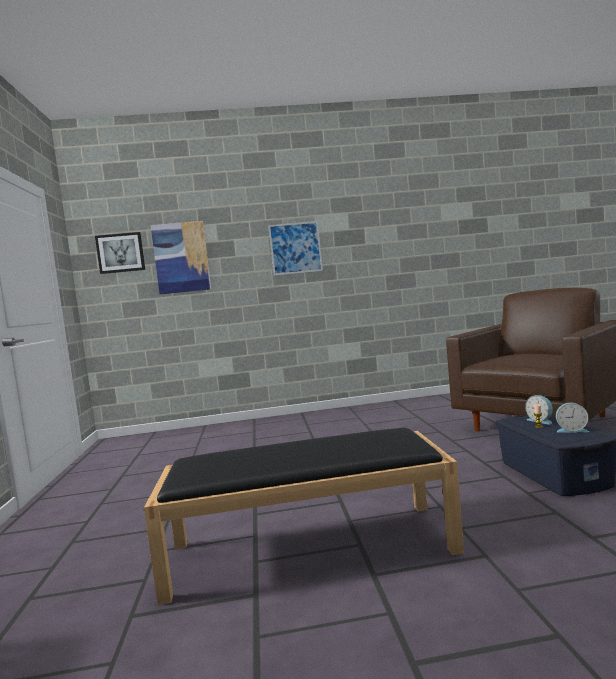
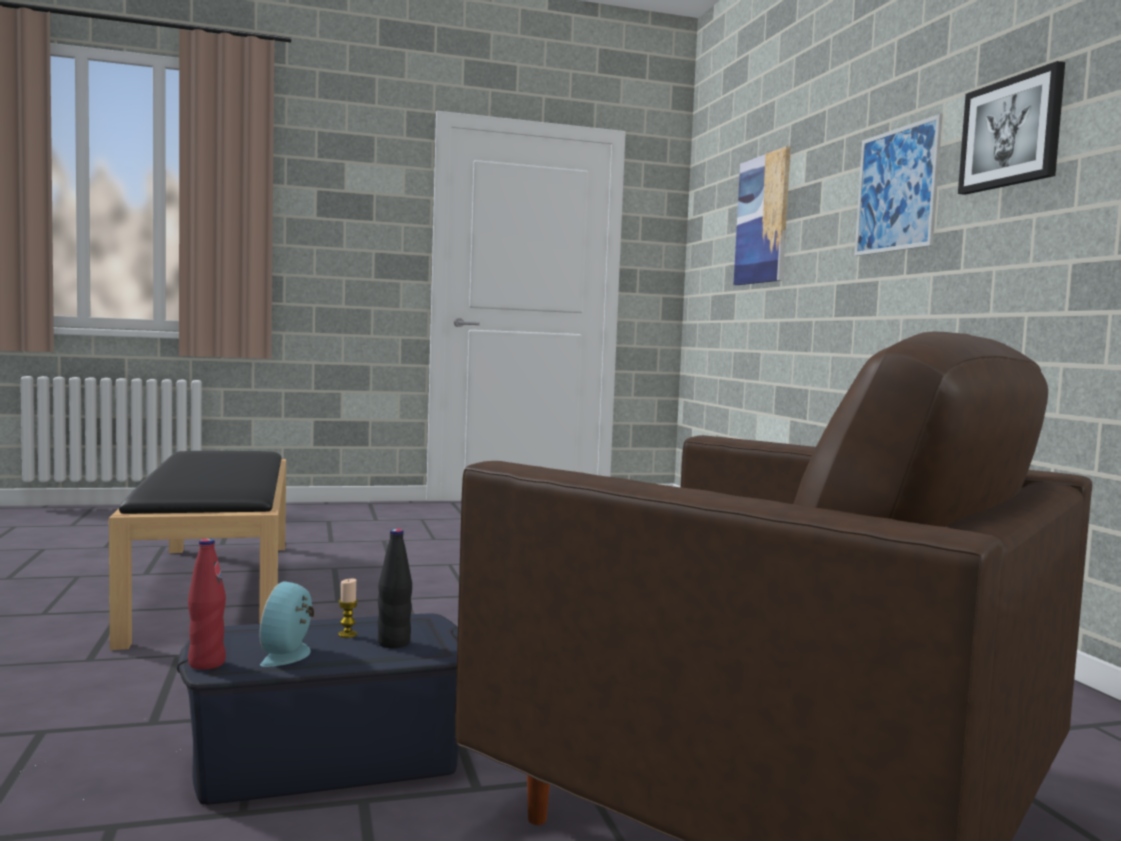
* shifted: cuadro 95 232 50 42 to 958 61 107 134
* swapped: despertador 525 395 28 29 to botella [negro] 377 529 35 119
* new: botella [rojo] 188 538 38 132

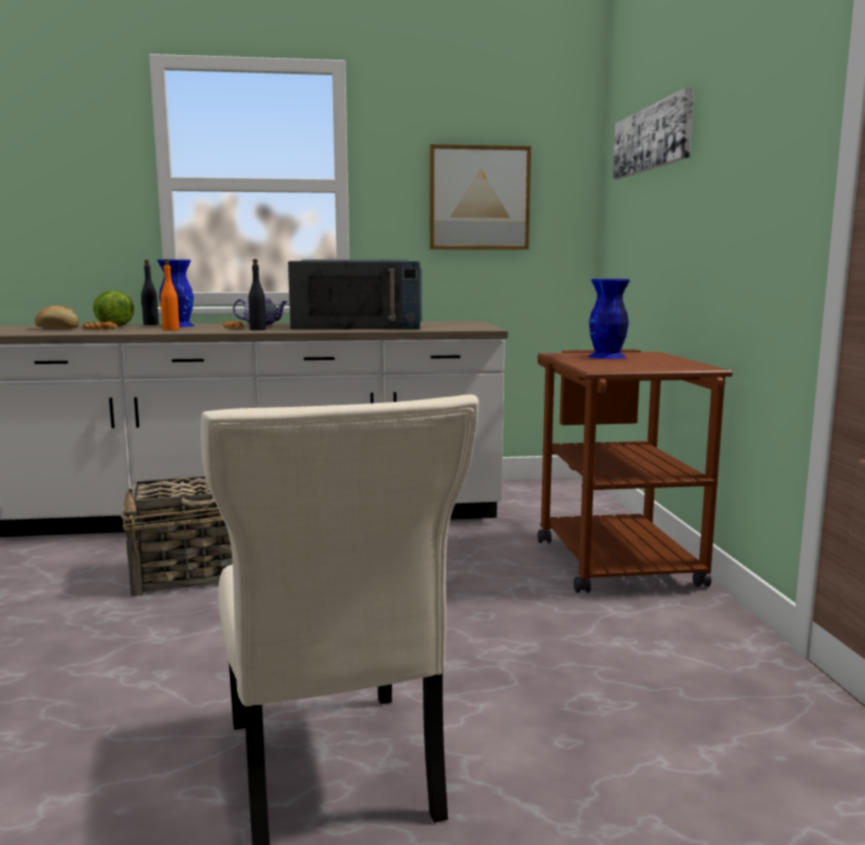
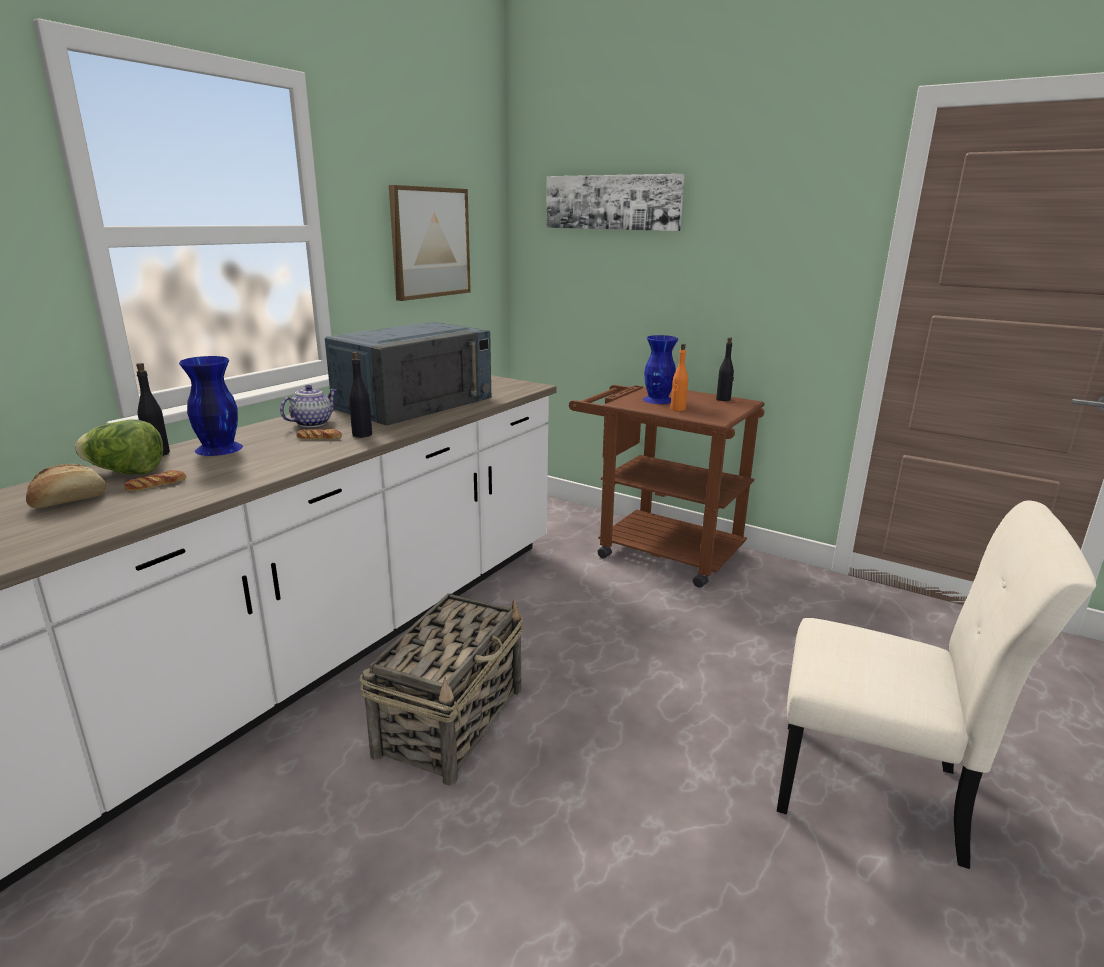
* shifted: botella [naranja] 160 259 20 72 to 671 344 17 67
* new: botella [negro] 716 337 18 64

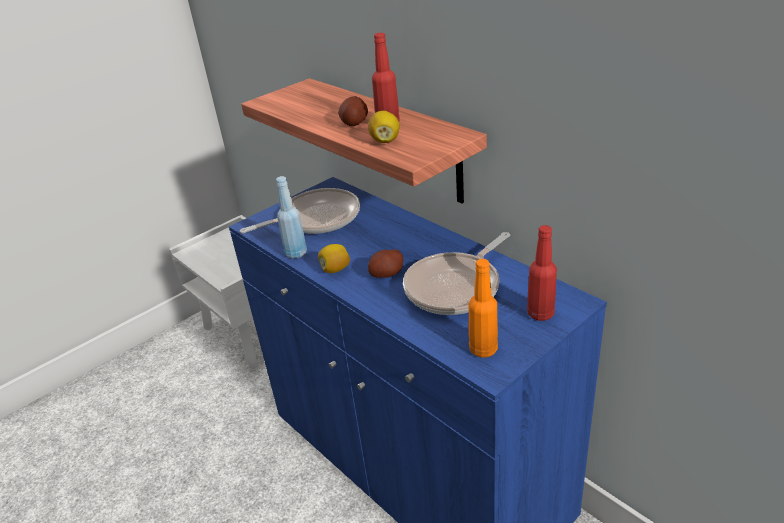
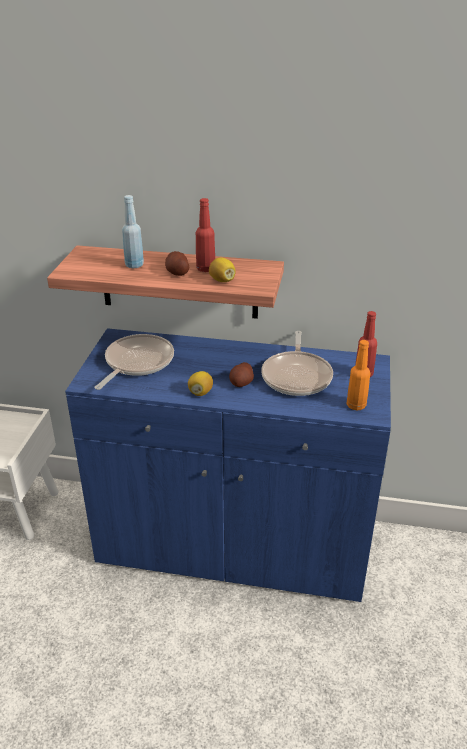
* shifted: botella [azul] 276 176 31 83 to 122 195 22 73

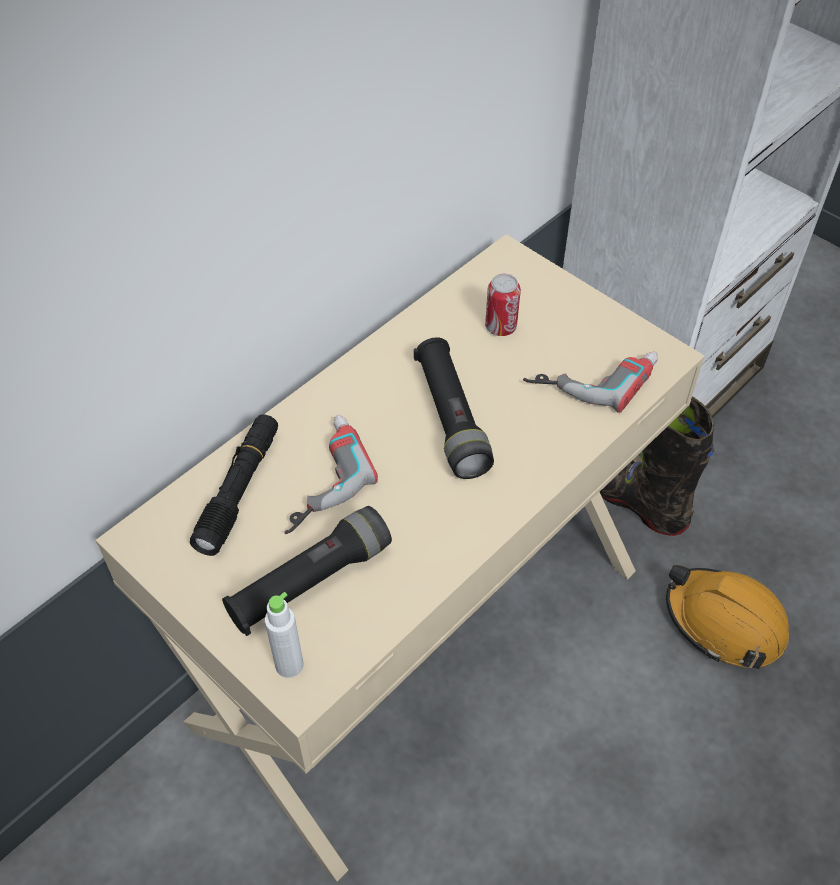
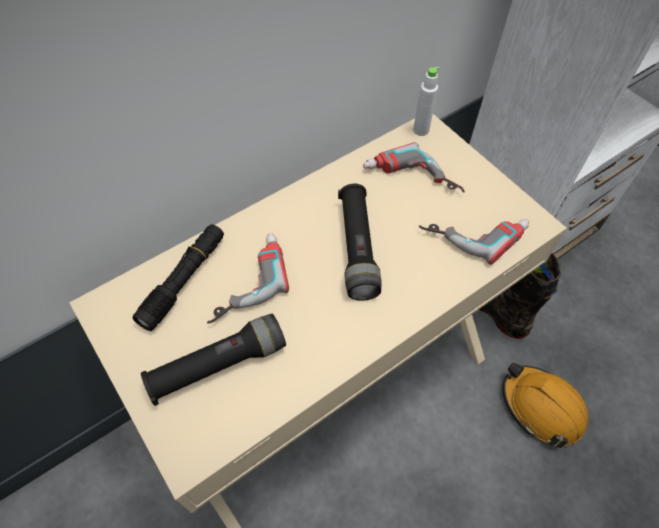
* shifted: botella [blanco] 265 592 38 86 to 413 66 26 70
* swapped: lata 485 274 36 62 to taladro 363 142 102 50

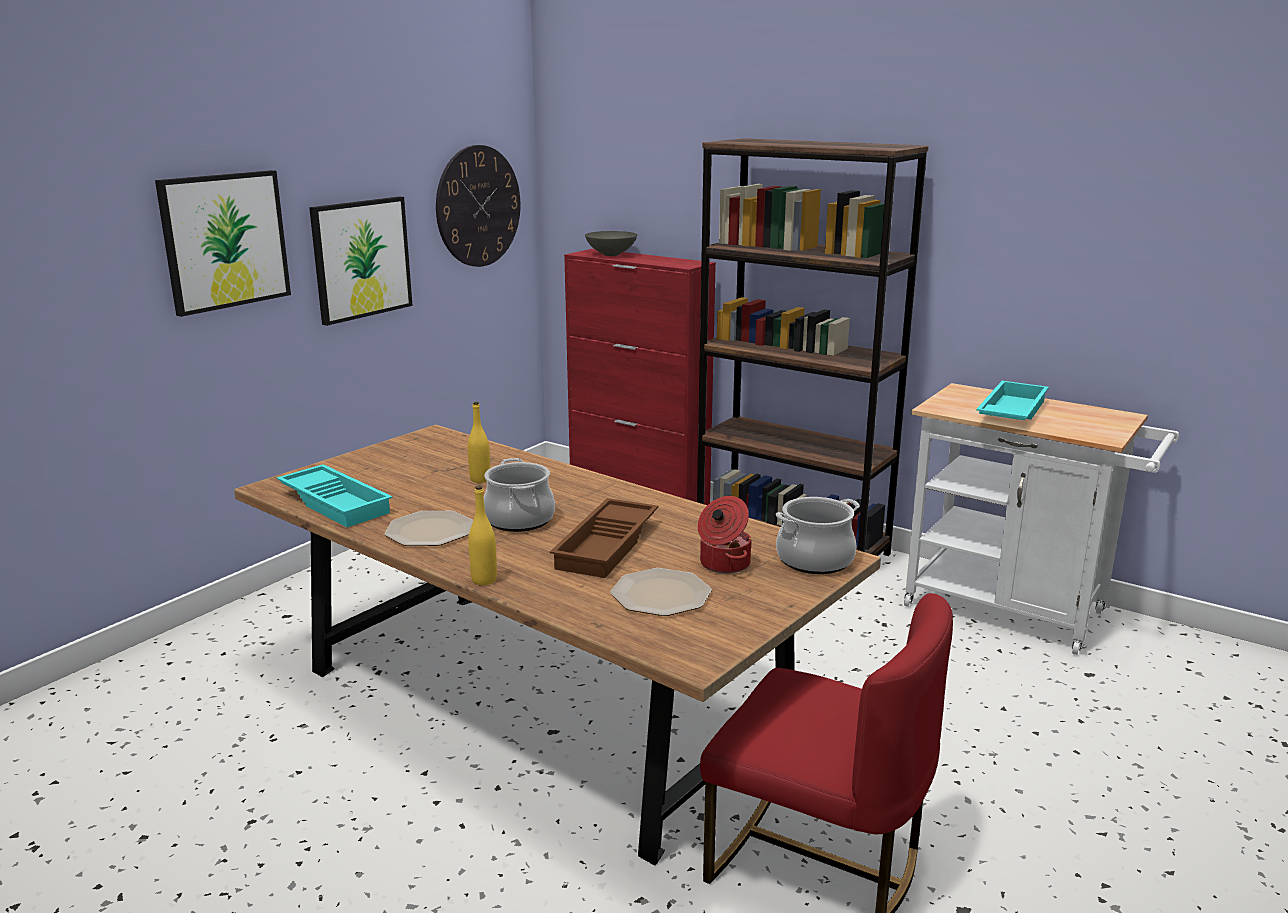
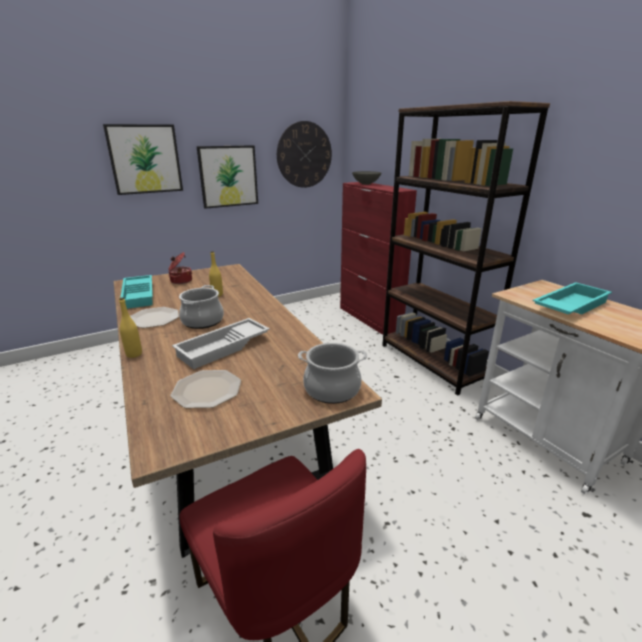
* repainted: bandeja [marrón] 550 498 108 80 to bandeja [blanco] 172 318 98 51
* shifted: olla 697 496 54 78 to 168 252 24 32

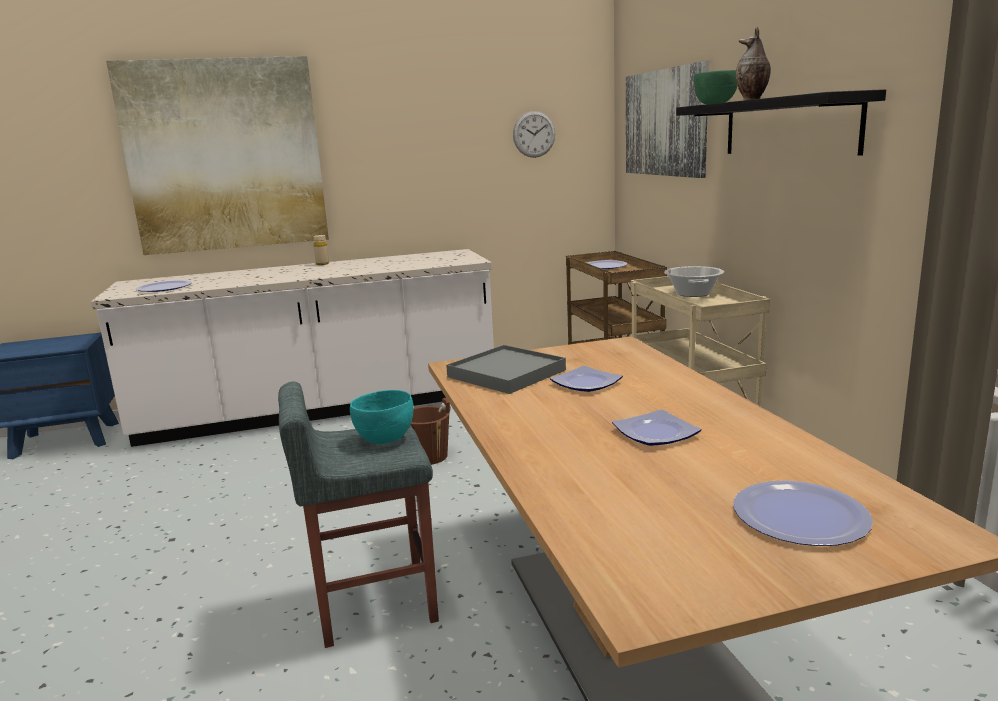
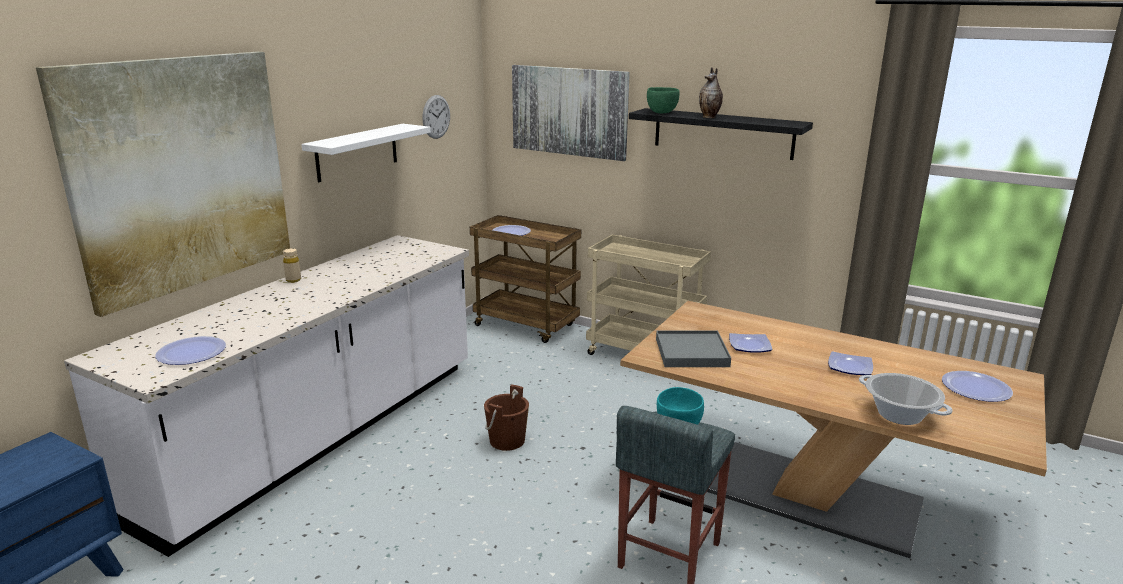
* shifted: olla 664 266 60 31 to 859 373 94 52
* new: estante [blanco] 301 124 130 58

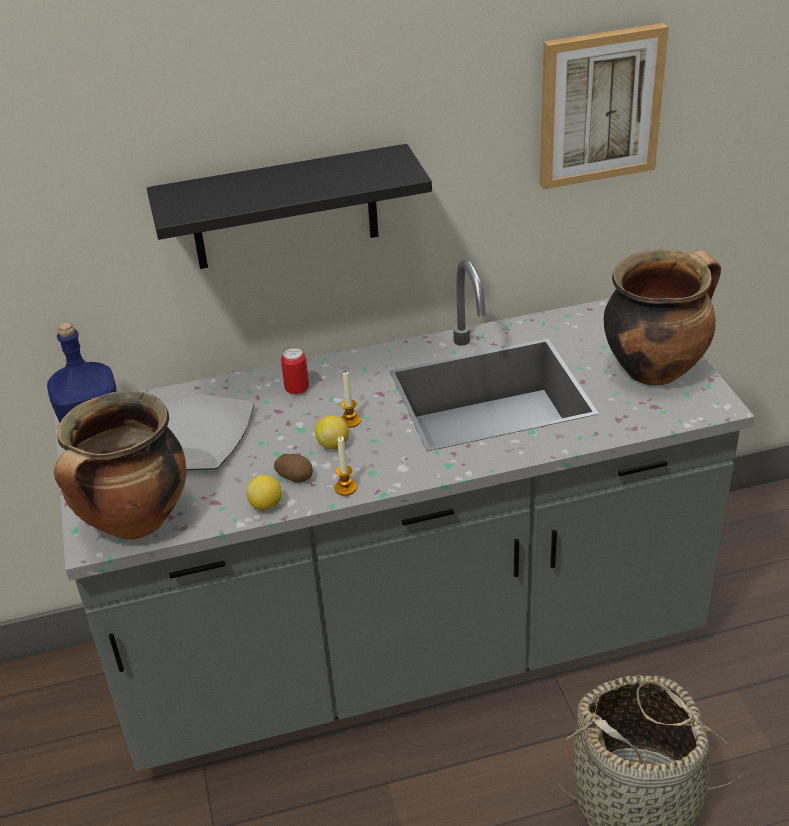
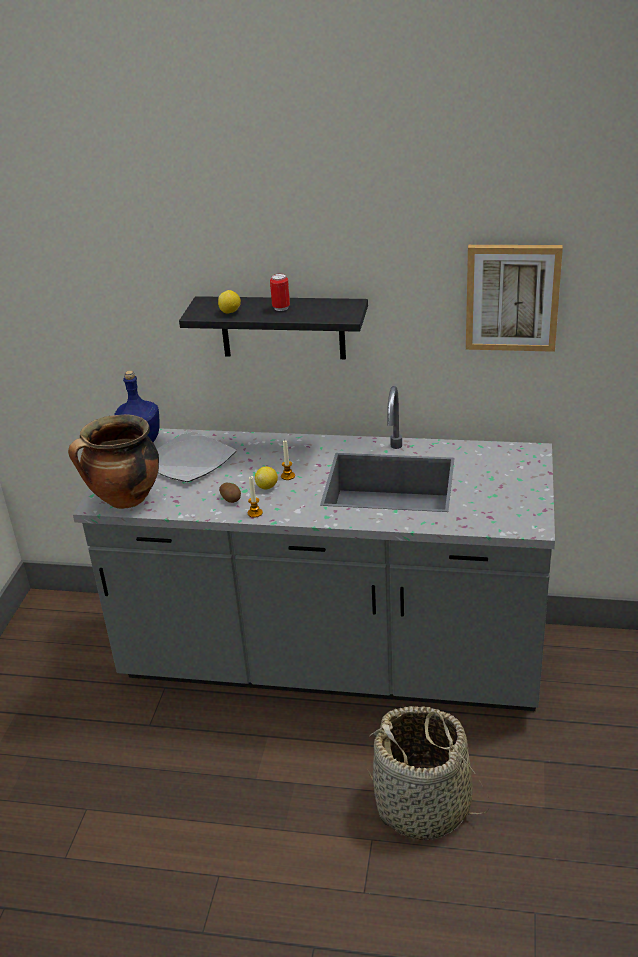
* shifted: limón 246 475 36 36 to 218 290 23 24
* shifted: lata 281 347 28 50 to 270 273 20 38
* gone: olla 604 249 117 137

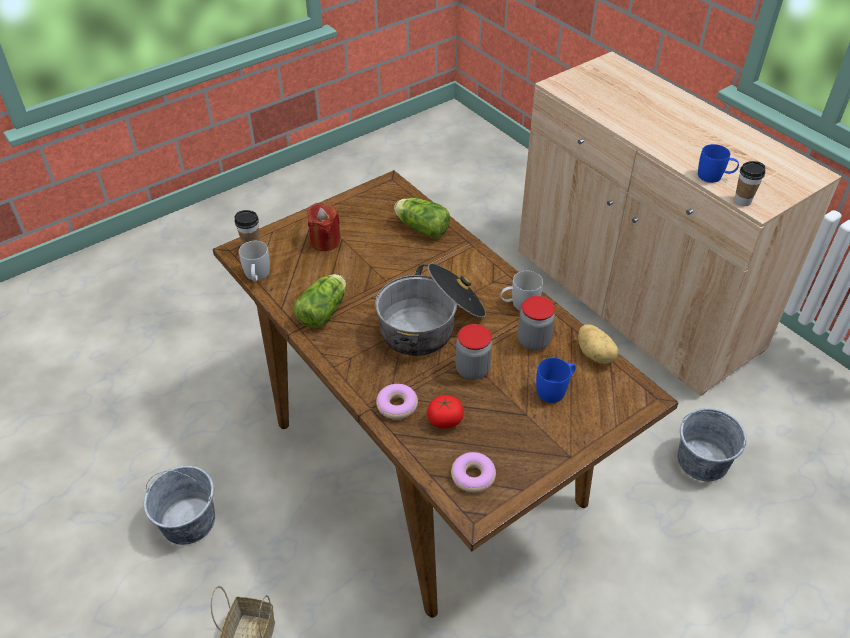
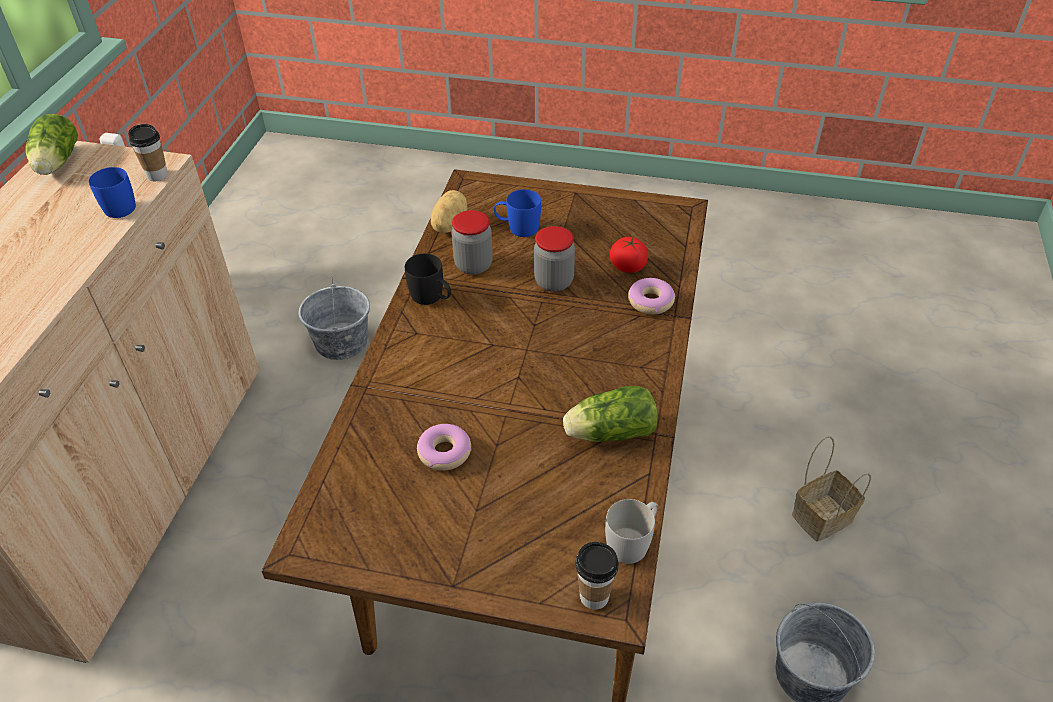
* gone: vela [rojo] 308 203 33 48
* gone: olla 375 263 111 93
* shifted: lechuga 394 198 56 40 to 25 114 53 61
* shifted: rosquilla 451 452 45 41 to 417 424 55 47
* repainted: taza grande [blanco] 501 271 42 40 to taza grande [negro] 405 253 46 52

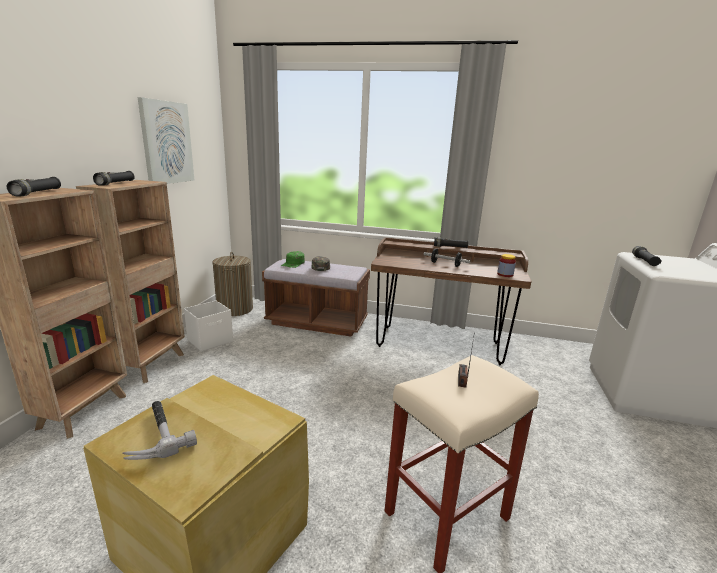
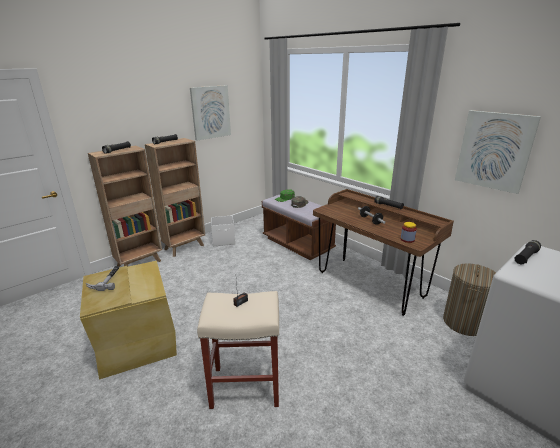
* shifted: cesto de la ropa 212 252 41 64 to 443 263 53 73
* new: cuadro 455 110 86 84

